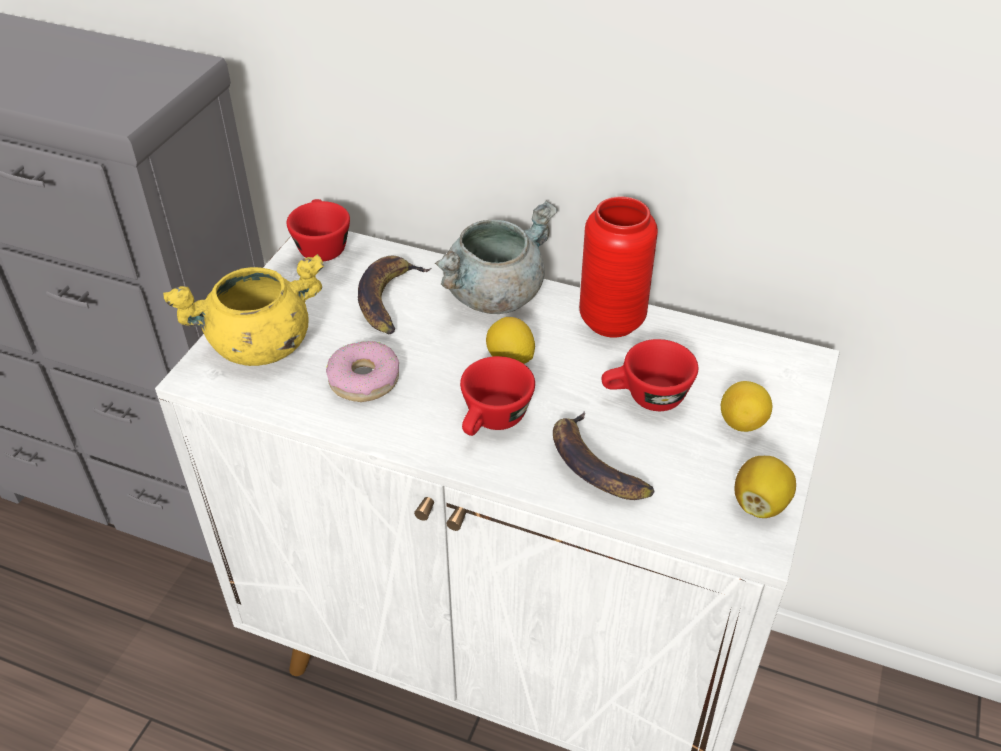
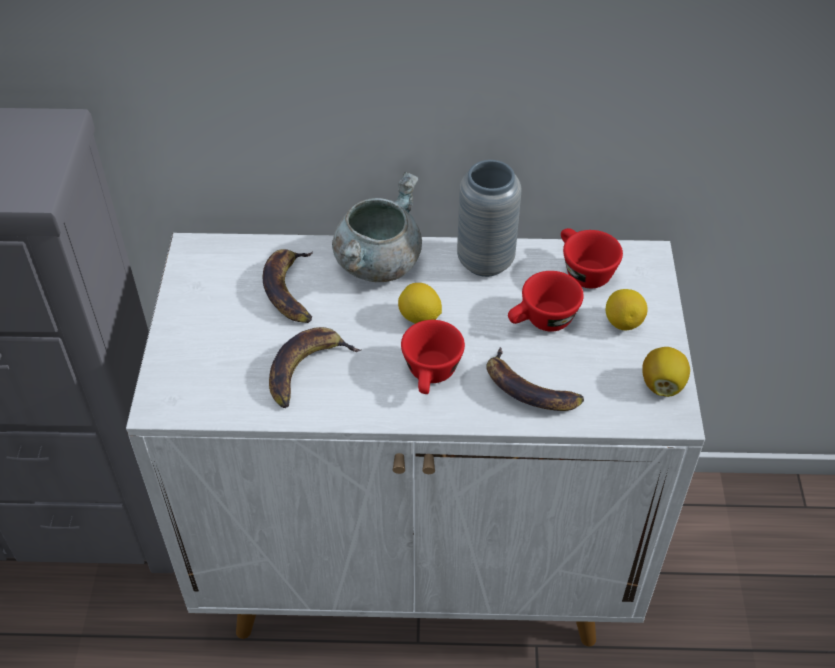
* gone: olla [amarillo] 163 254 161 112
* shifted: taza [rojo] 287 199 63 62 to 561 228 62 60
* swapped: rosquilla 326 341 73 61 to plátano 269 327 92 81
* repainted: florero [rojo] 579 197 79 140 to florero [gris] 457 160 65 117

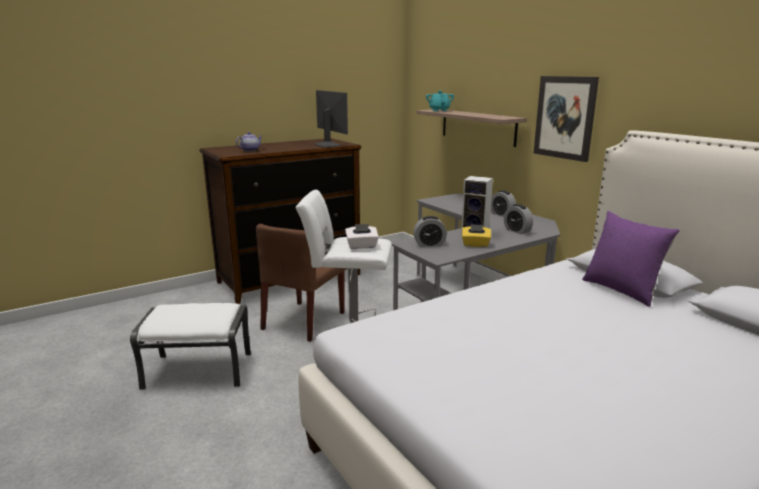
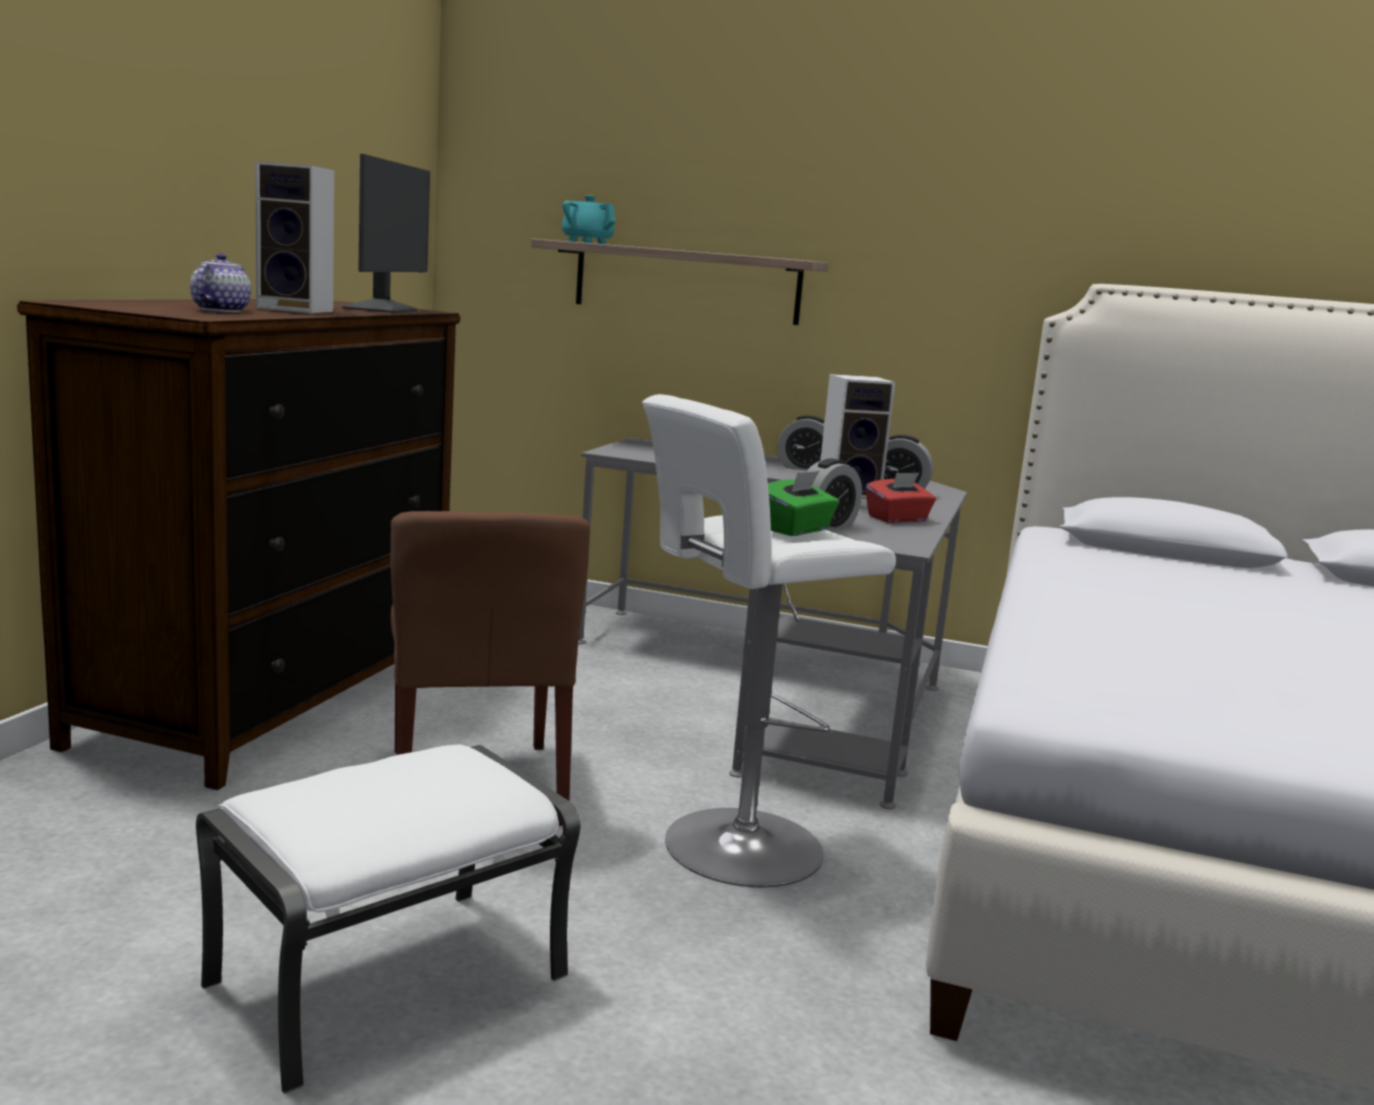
* rotated: monitor 314 90 34 57 = 342 154 88 159 75 degrees clockwise
* repainted: caja de pañuelos [blanco] 345 224 34 25 to caja de pañuelos [verde] 768 471 72 65
* repainted: caja de pañuelos [amarillo] 462 224 29 23 to caja de pañuelos [rojo] 865 472 71 51
* gone: cuadro 534 76 65 86
* gone: cojín [morado] 582 211 98 96
* new: altavoz 255 161 79 152

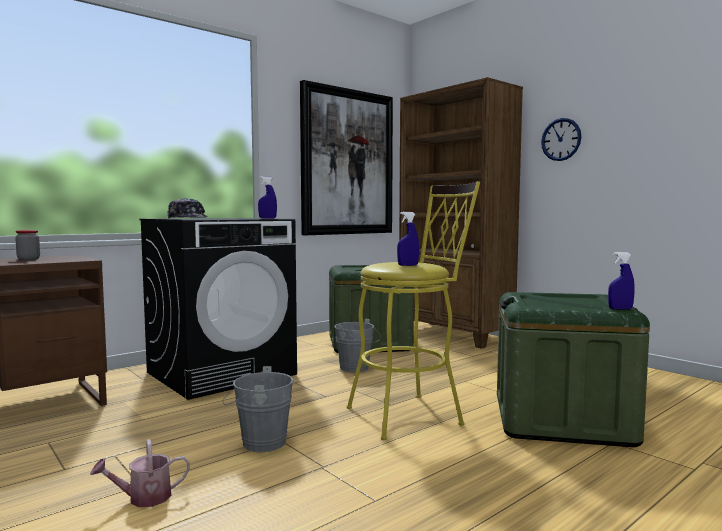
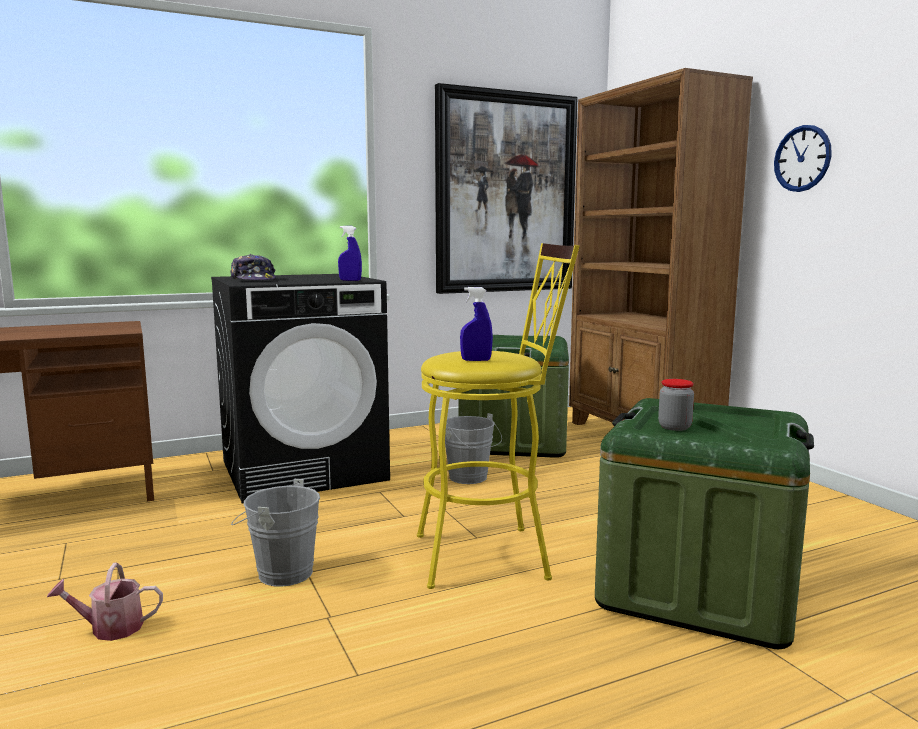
* shifted: tarro 15 230 25 30 to 658 379 36 52
* gone: pulverizador [azul] 608 252 27 58

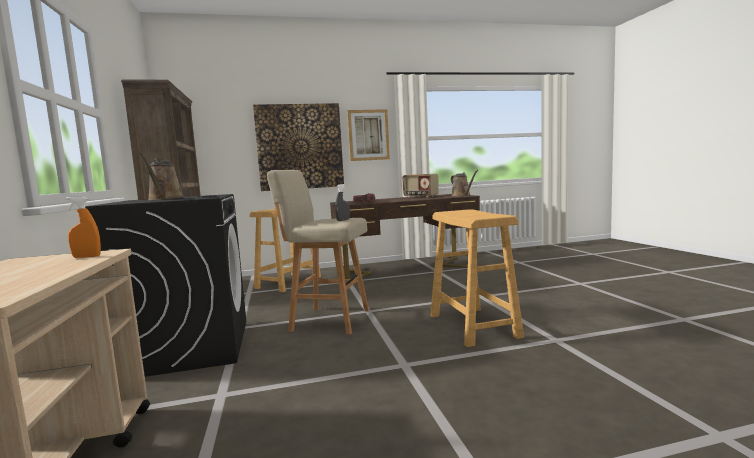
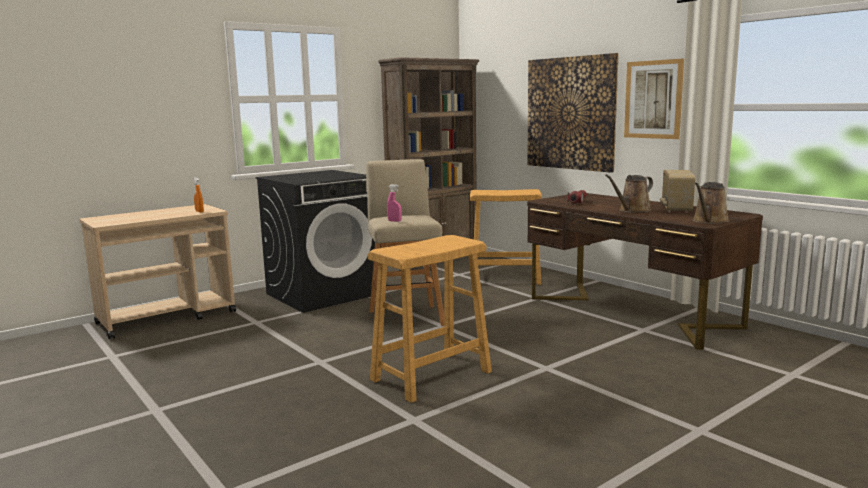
* shifted: regadera [marrón] 140 153 44 47 to 605 174 48 39
* repainted: pulverizador [gris] 335 184 15 37 to pulverizador [rosa] 387 185 15 37

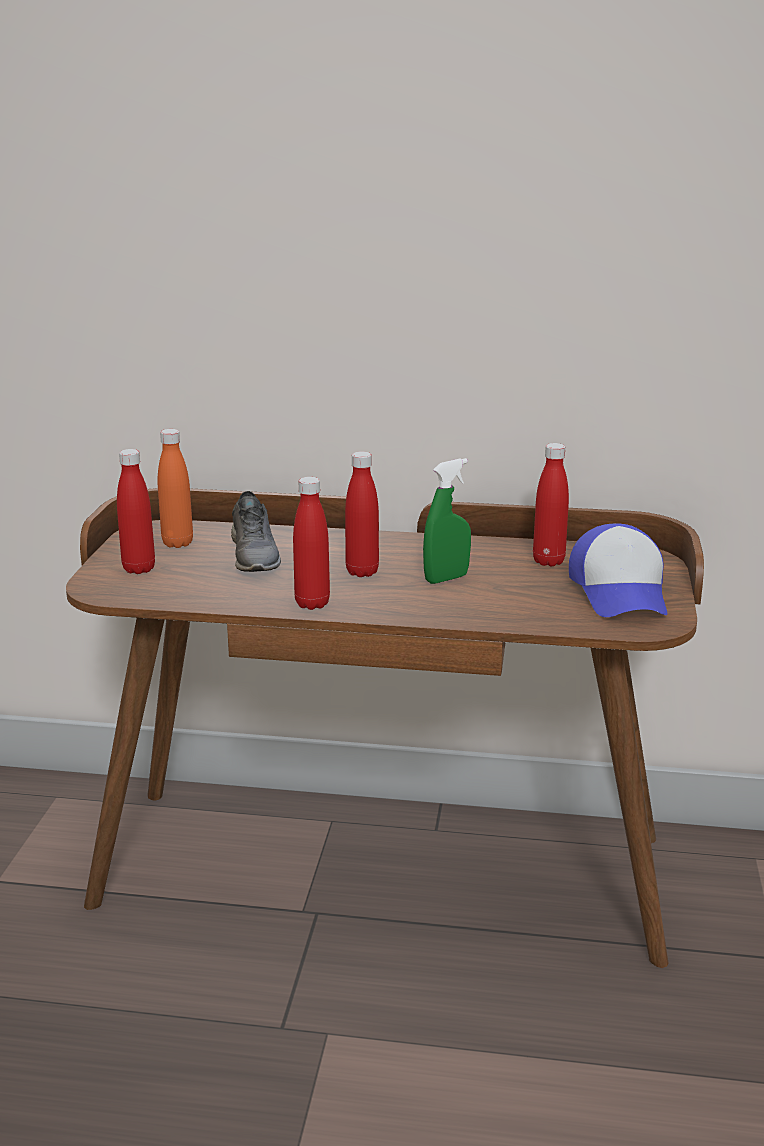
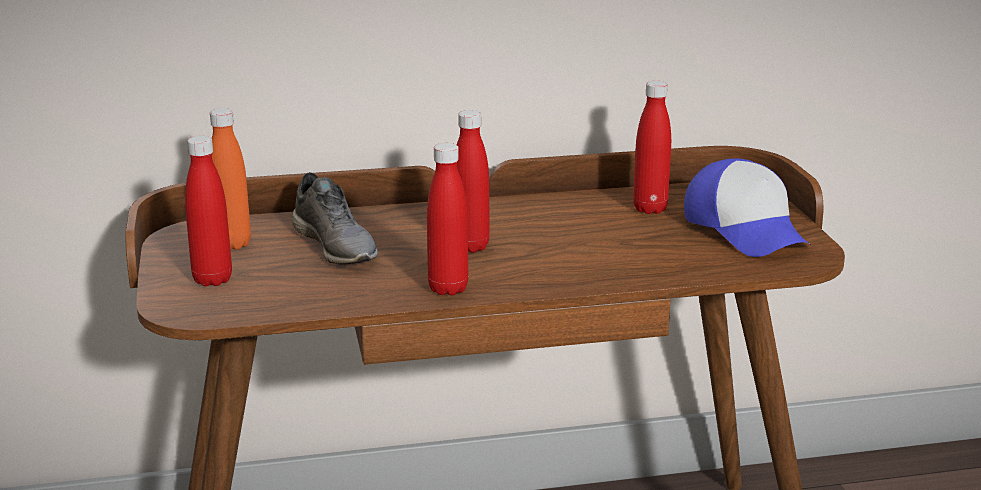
* gone: pulverizador [verde] 423 458 48 126

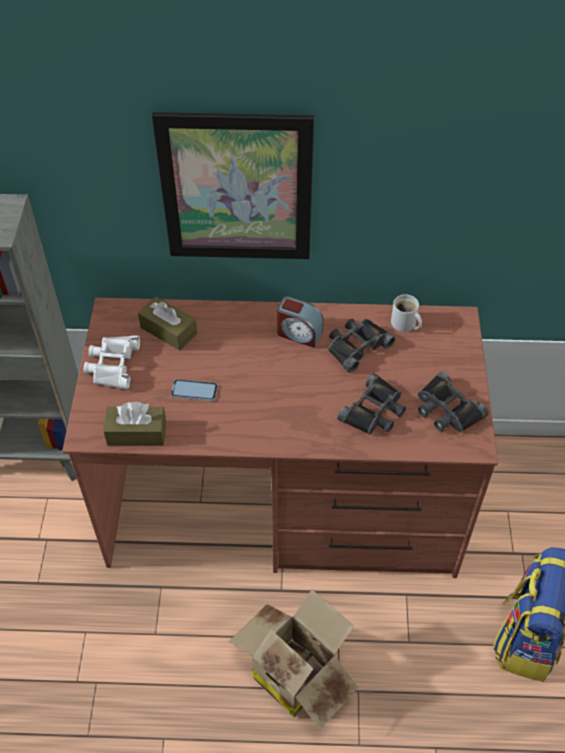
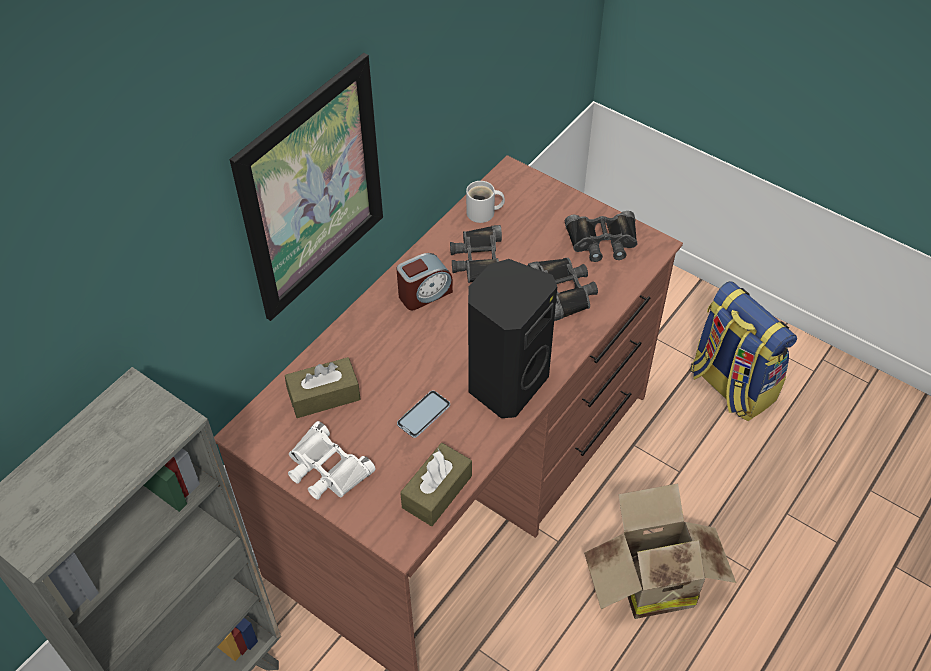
* new: altavoz [negro] 468 259 89 159

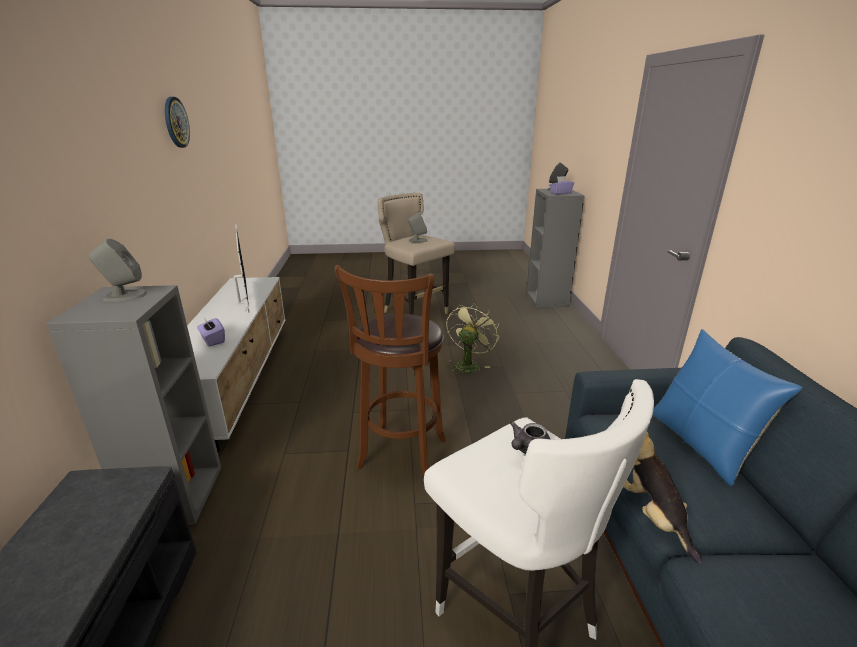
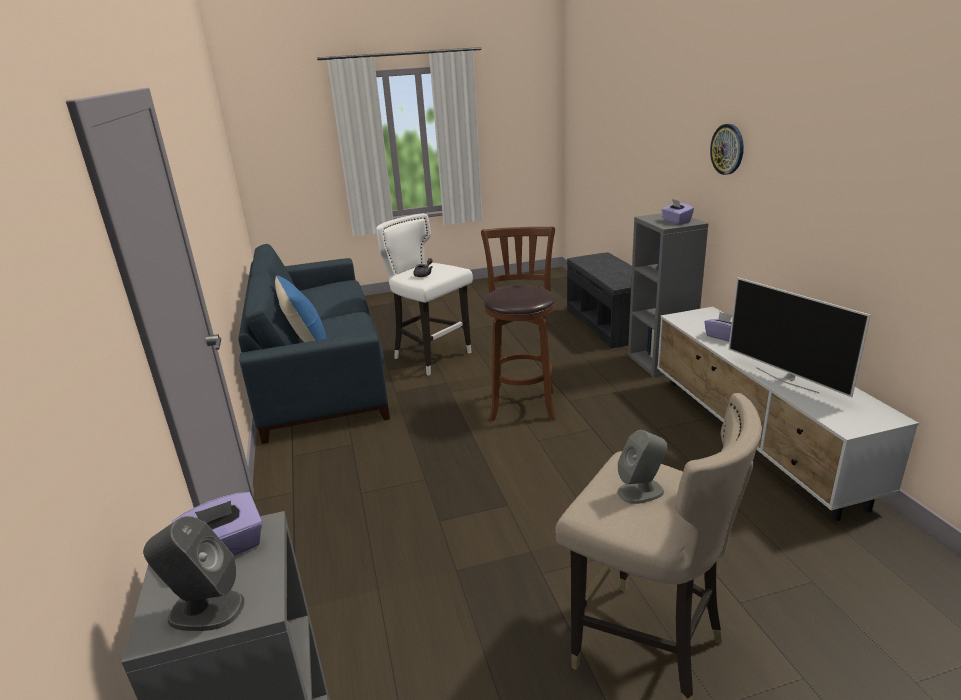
* swapped: altavoz [gris] 88 239 59 62 to caja de pañuelos [morado] 661 199 33 25
* shifted: reloj de pared 165 97 25 51 to 710 124 34 51
* gone: ventilador [verde] 446 303 53 72
* gone: peluche 623 432 79 131

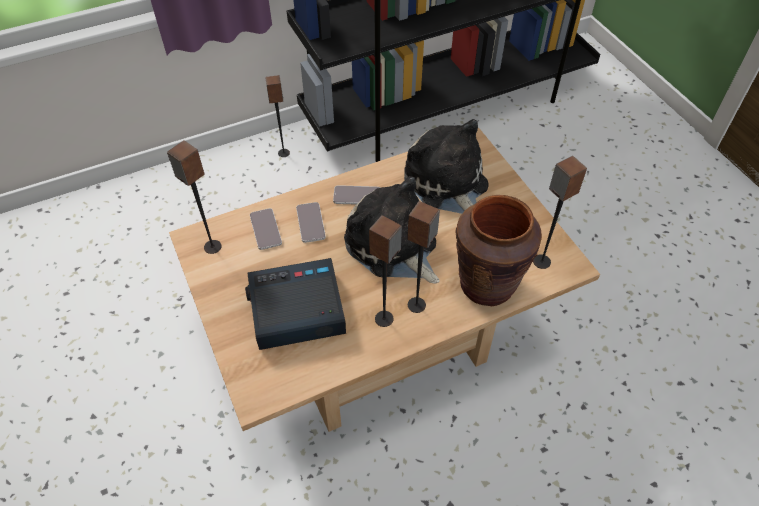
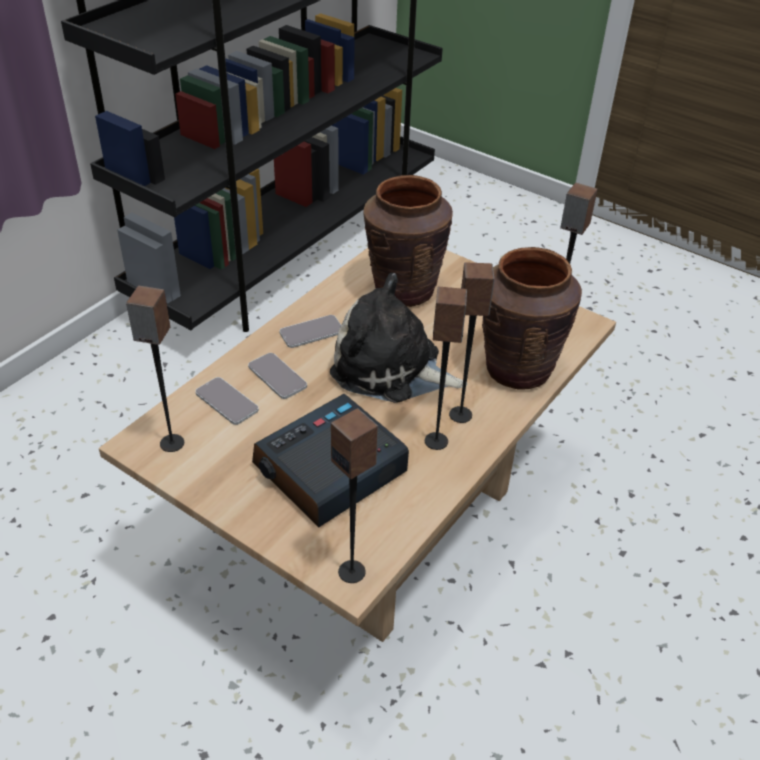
* shifted: altavoz 265 75 25 82 to 331 408 47 175
* swapped: peluche 404 119 85 95 to florero [marrón] 363 175 90 132

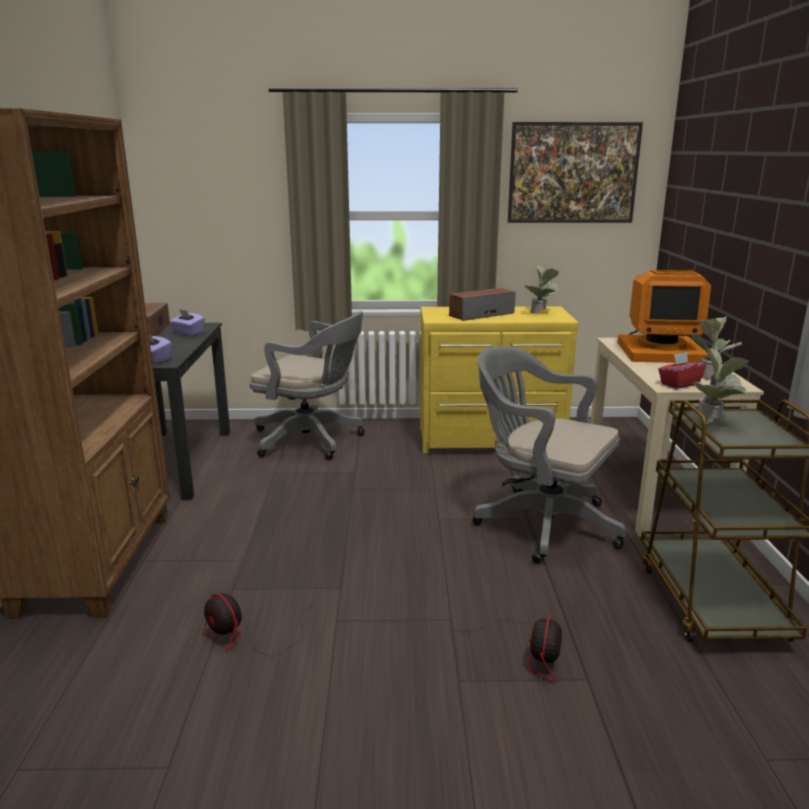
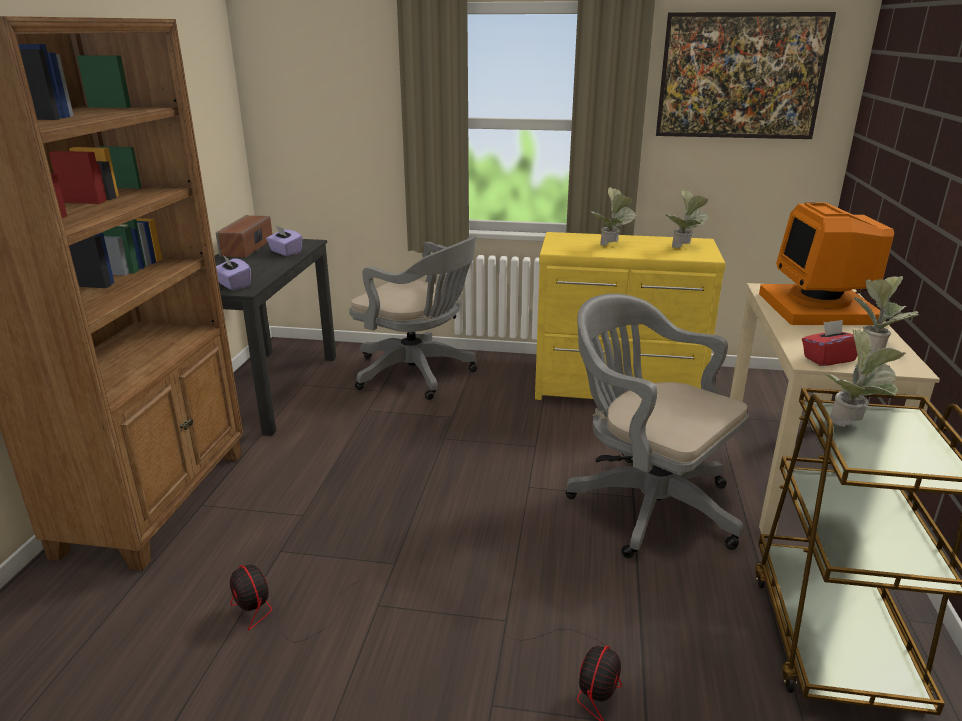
* swapped: altavoz 449 288 66 33 to planta en maceta 591 187 45 59
* rotated: monitor 617 270 94 93 = 759 203 135 122 75 degrees clockwise

